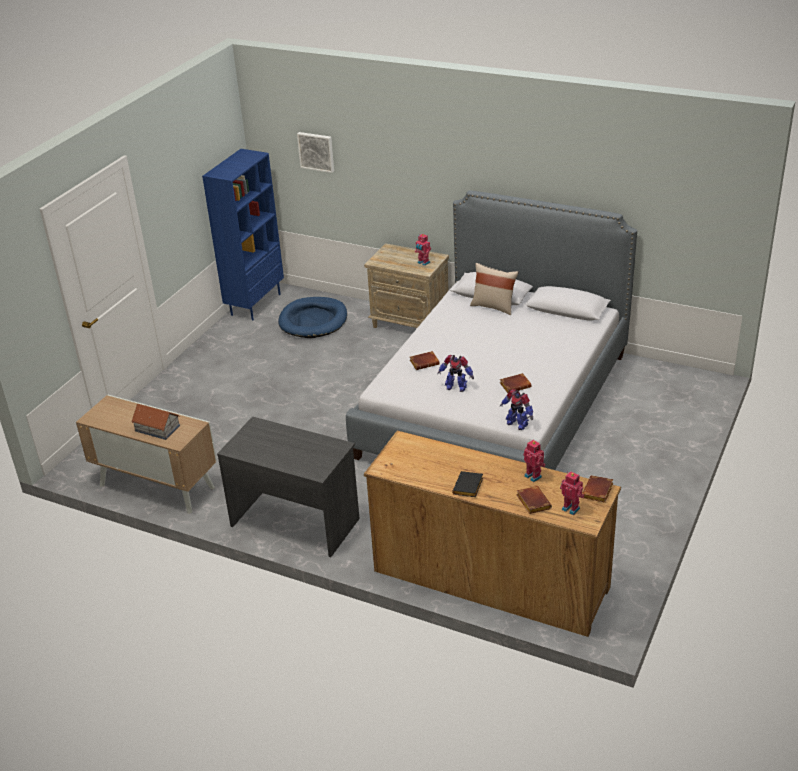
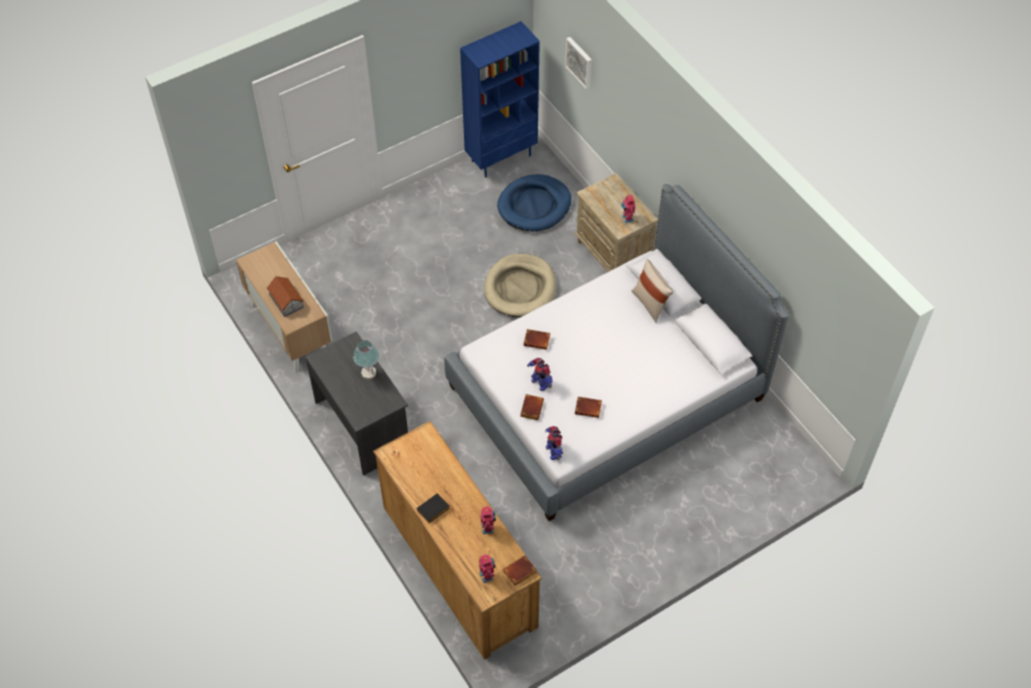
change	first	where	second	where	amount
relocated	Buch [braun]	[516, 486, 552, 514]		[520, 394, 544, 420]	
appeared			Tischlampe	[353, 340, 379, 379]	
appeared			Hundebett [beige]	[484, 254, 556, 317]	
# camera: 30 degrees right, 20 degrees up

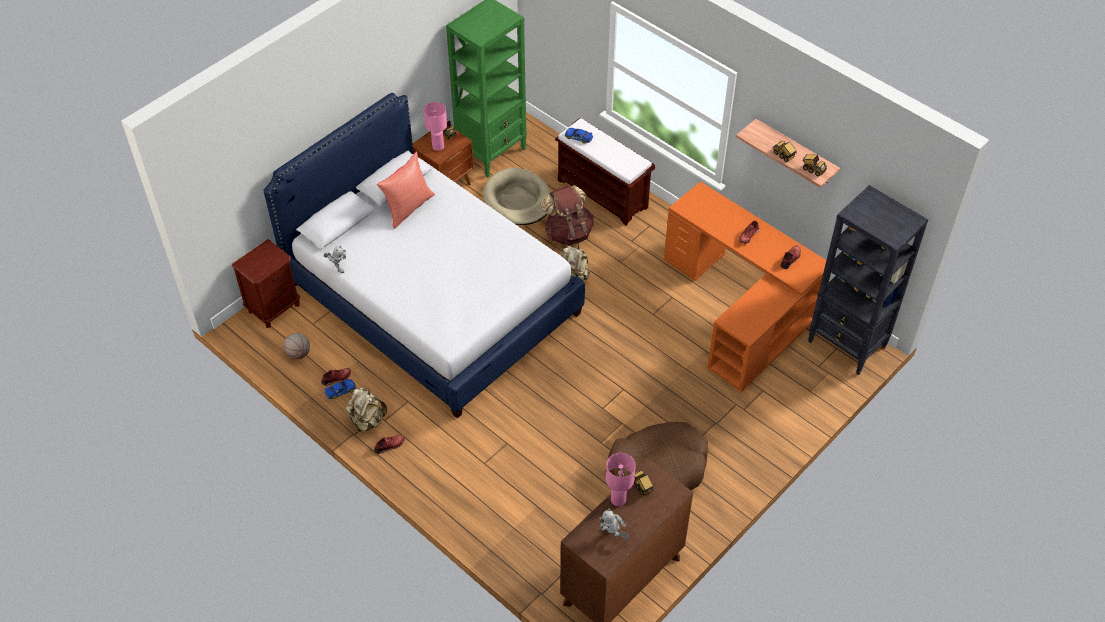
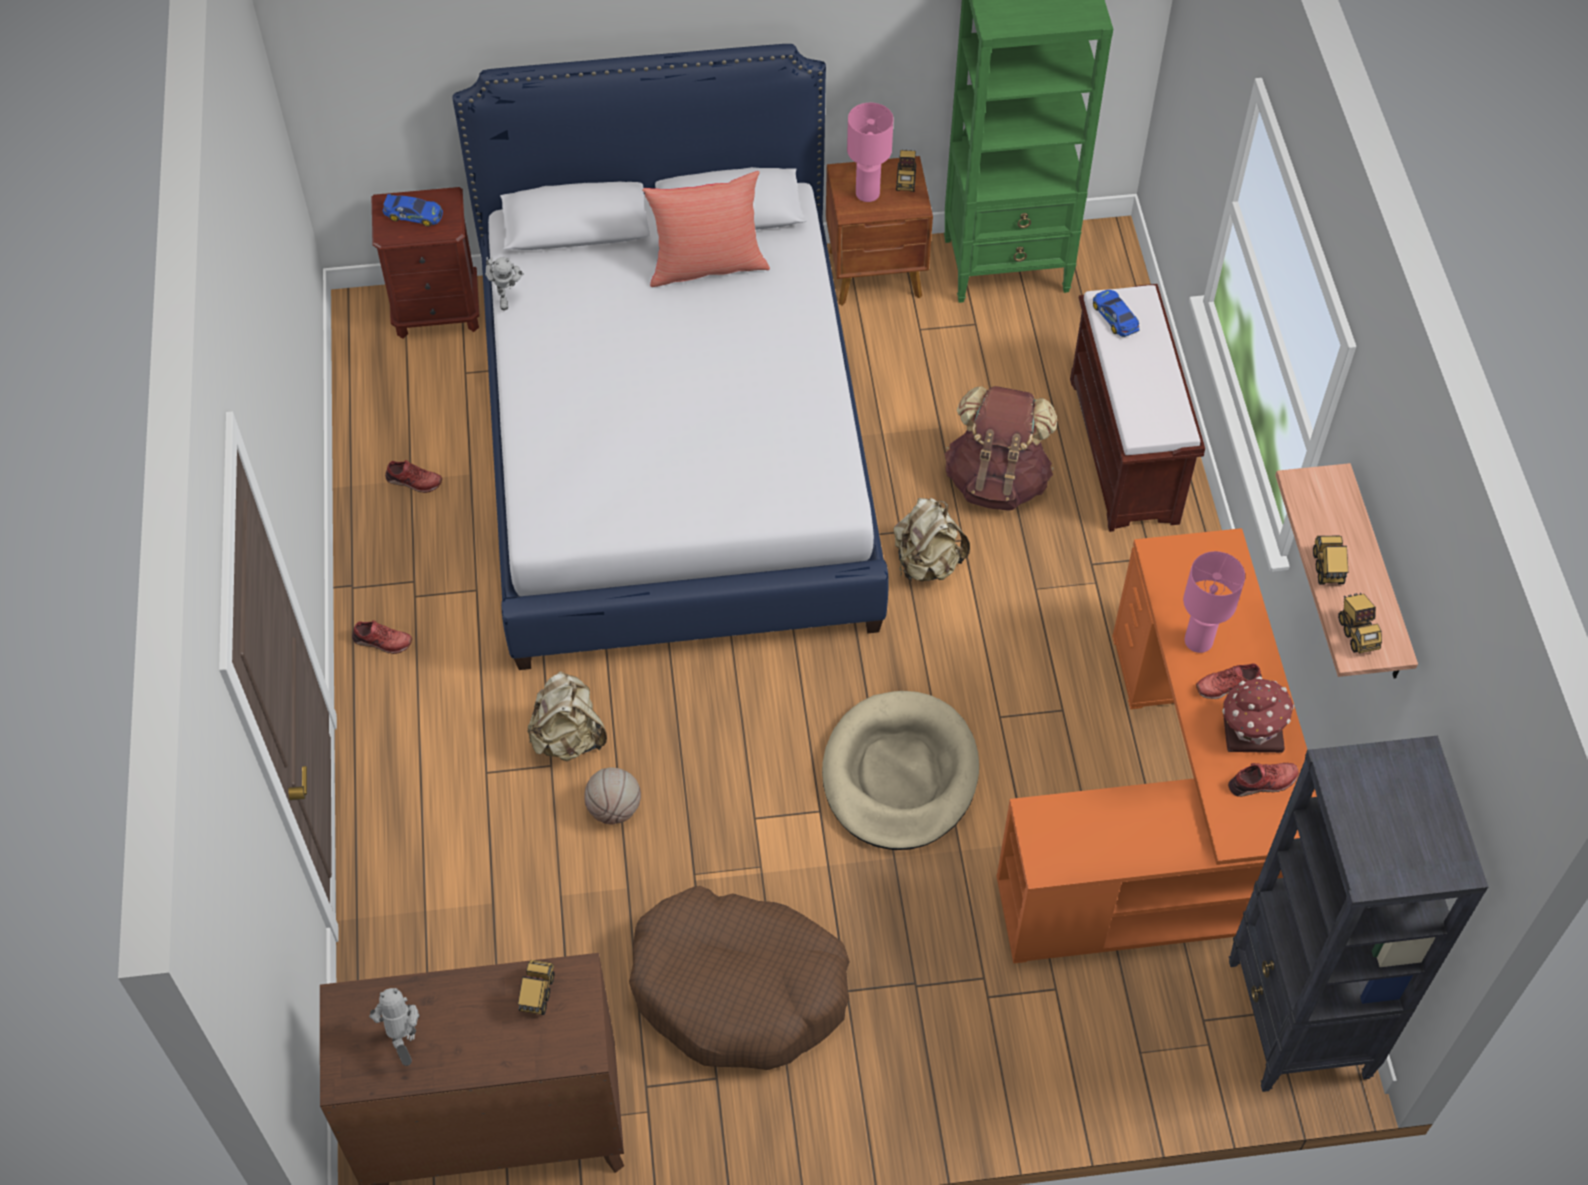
change	first	where	second	where	amount
relocated	Basketball	[283, 333, 310, 360]		[584, 767, 641, 824]	
relocated	Spielzeugauto	[325, 379, 356, 399]		[383, 194, 443, 227]	
relocated	Rucksack [beige]	[345, 388, 387, 432]		[527, 671, 607, 761]	
relocated	Hundebett [beige]	[483, 168, 551, 225]		[822, 691, 979, 850]	
relocated	Tischlampe [rosa]	[606, 453, 636, 506]		[1183, 551, 1245, 653]	
appeared			Spielzeughaus	[1222, 676, 1294, 753]	
# camera: 40 degrees right, 5 degrees up

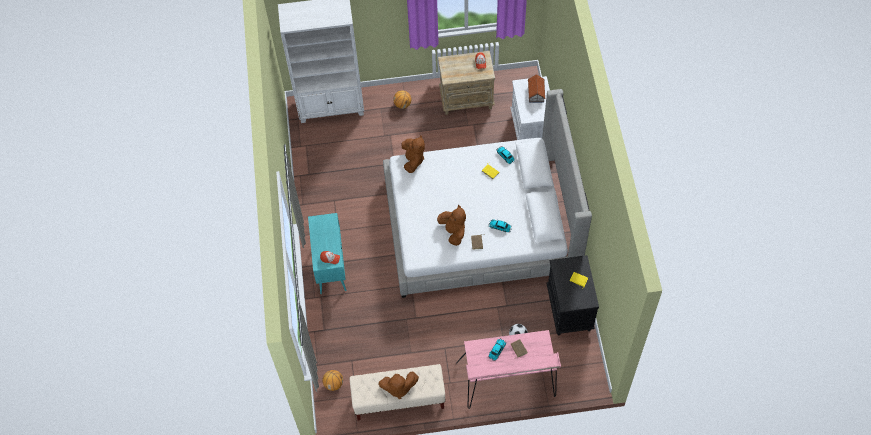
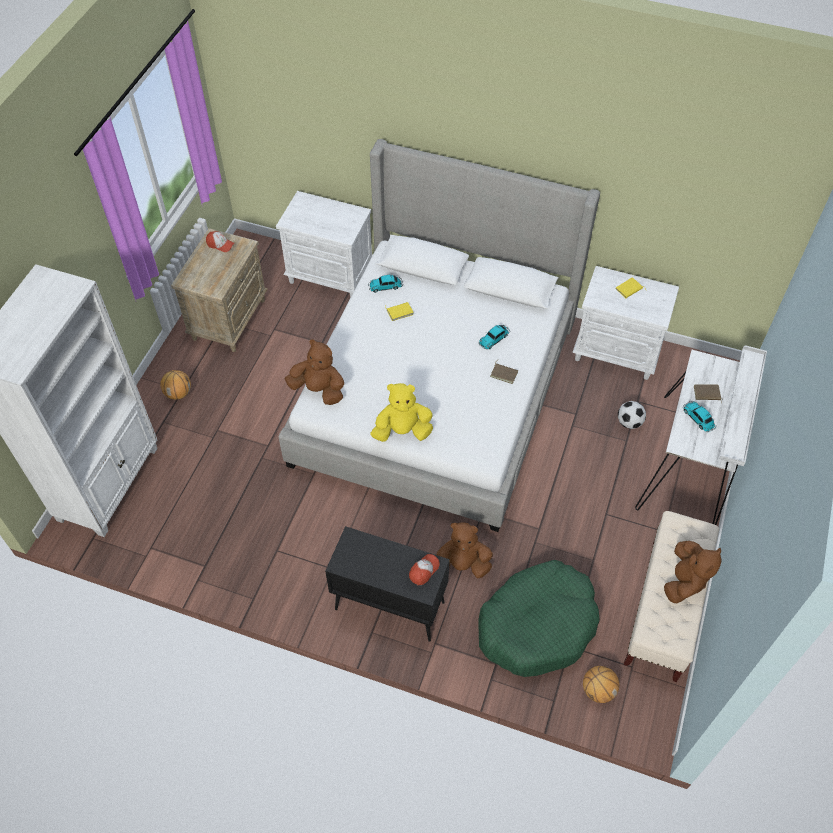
change	first	where	second	where	amount
colour	Schrank [türkis]	[308, 213, 346, 294]	Schrank [schwarz]	[325, 526, 450, 642]	
relocated	Plüschtier [braun]	[437, 205, 466, 246]		[436, 523, 493, 578]	
colour	Schreibtisch [rosa]	[456, 330, 561, 409]	Schreibtisch [weiß]	[635, 345, 767, 525]	
missing	Spielzeughaus	[528, 74, 545, 103]			
colour	Nachttisch [schwarz]	[546, 255, 599, 335]	Nachttisch [weiß]	[572, 266, 679, 380]	
appeared			Plüschtier [gelb]	[370, 383, 433, 442]	
appeared			Hundebett [grün]	[478, 560, 600, 677]	
# camera: 65 degrees left, 5 degrees down

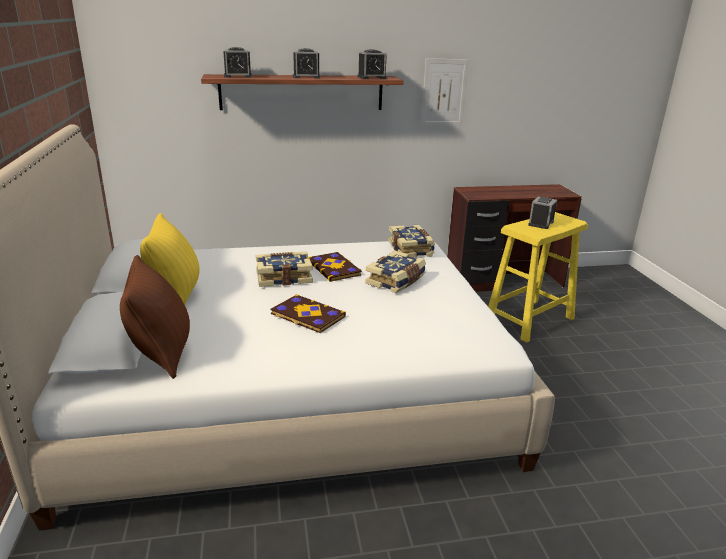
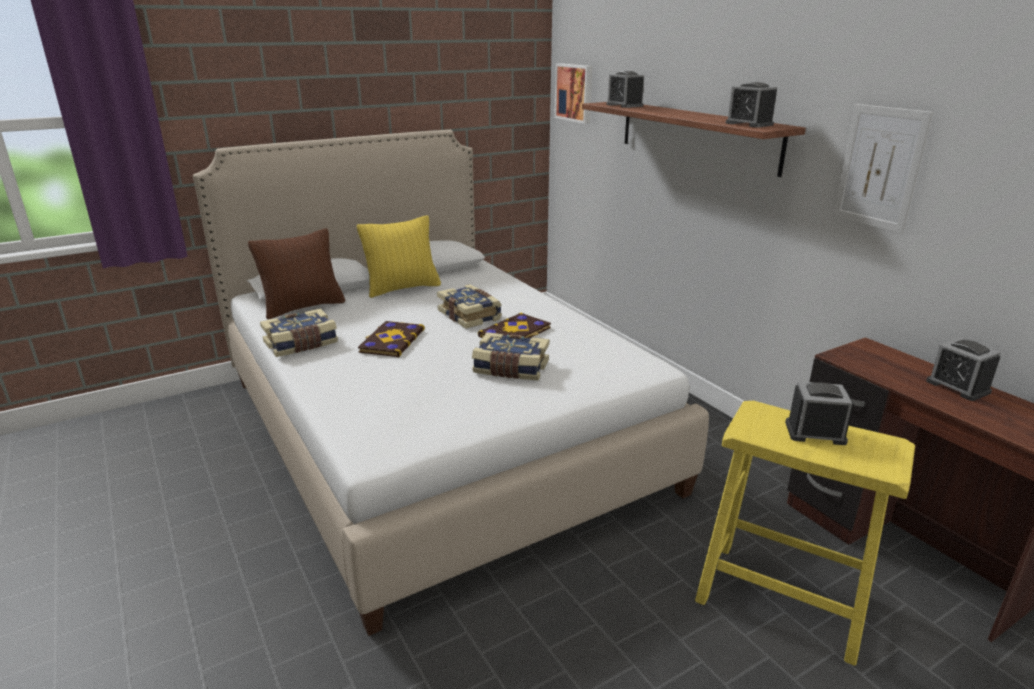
change	first	where	second	where	amount
relocated	Wecker	[293, 48, 321, 78]		[926, 338, 1001, 401]	
relocated	Buch	[388, 225, 435, 258]		[260, 309, 338, 357]	
appeared			Bild	[554, 63, 592, 124]	
# camera: 70 degrees right, 0 degrees up

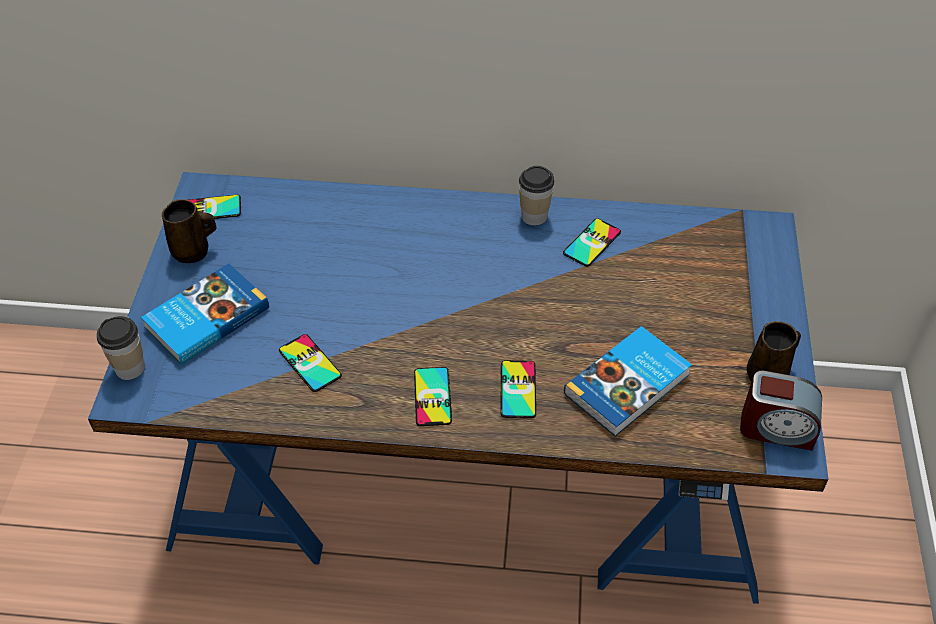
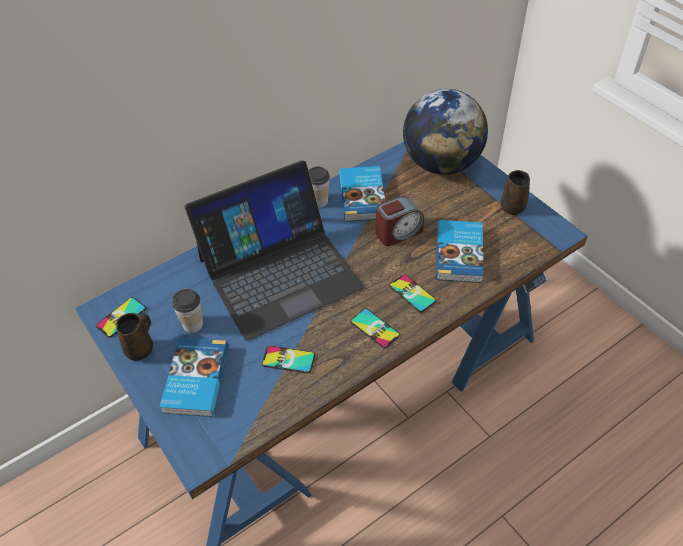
change	first	where	second	where	amount
relocated	Tasse	[97, 316, 145, 380]		[172, 289, 203, 333]	
exchanged	Handy	[563, 218, 621, 267]	Buch	[339, 166, 385, 222]	
relocated	Wecker	[740, 371, 822, 451]		[376, 196, 424, 246]	
appeared			Laptop	[185, 160, 364, 341]	
appeared			Globus	[403, 89, 488, 175]	
# camera: 40 degrees left, 0 degrees up

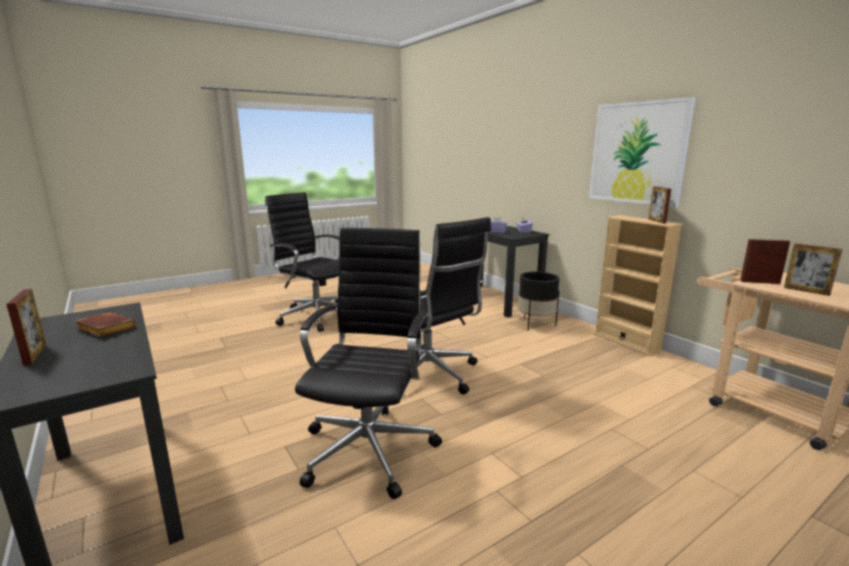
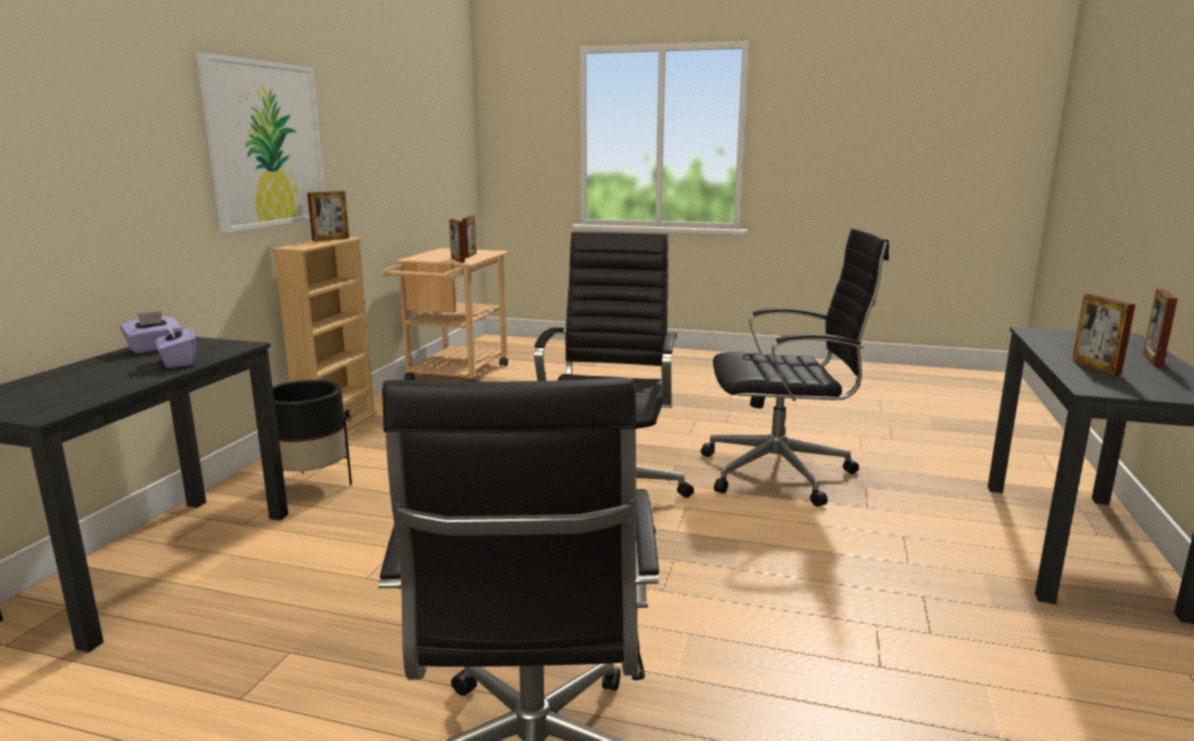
change	first	where	second	where	amount
exchanged	Buch [braun]	[75, 312, 136, 337]	Bilderrahmen	[1072, 293, 1136, 376]	
spun	Bürostuhl [schwarz]	[295, 228, 442, 499]		[701, 228, 889, 507]	150 degrees counterclockwise
# camera: 130 degrees left, 0 degrees up

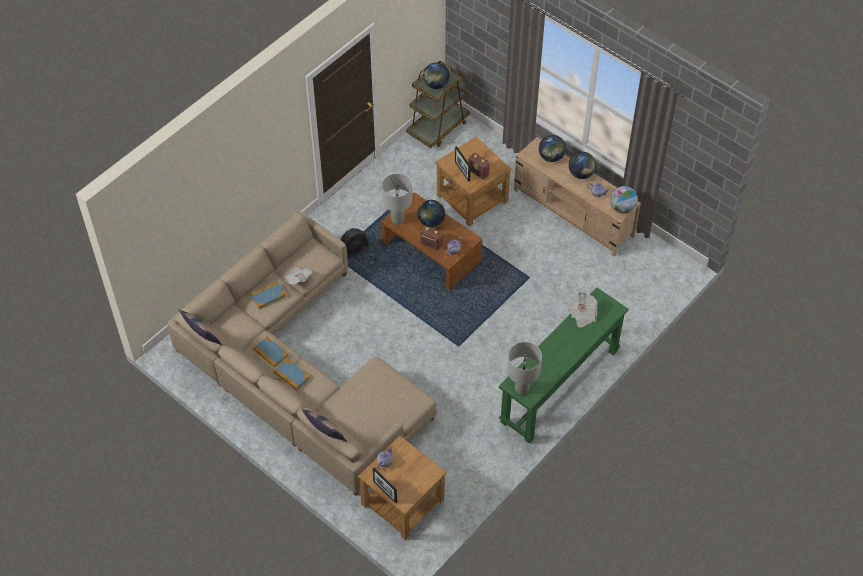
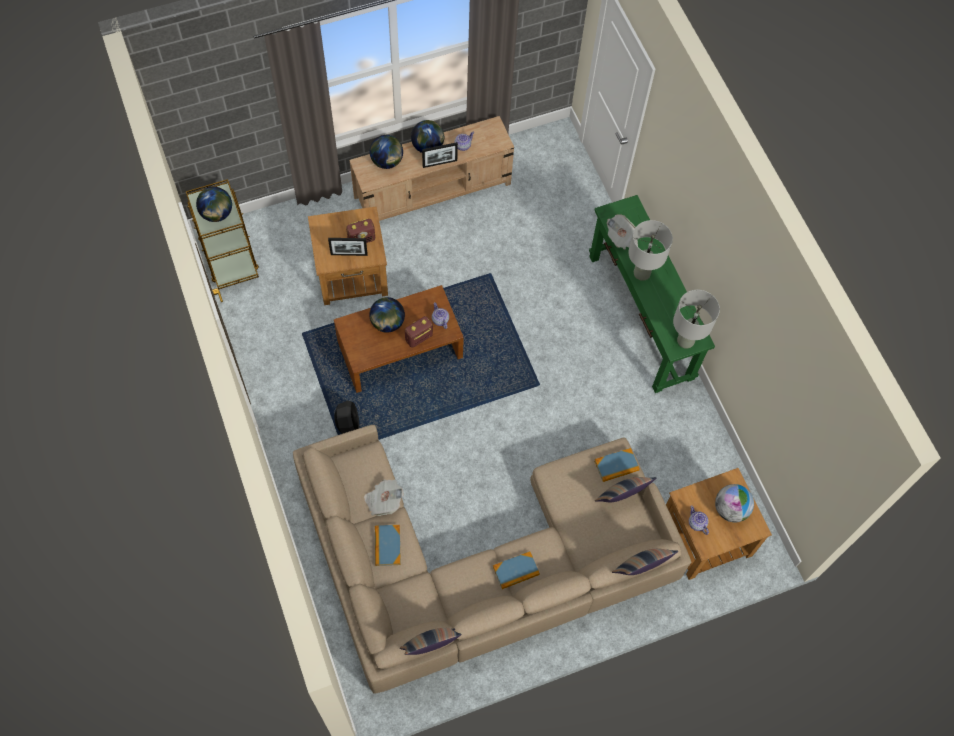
change	first	where	second	where	amount
relocated	Buch	[253, 337, 288, 368]		[594, 448, 640, 482]	
relocated	Bilderrahmen	[373, 468, 397, 503]		[422, 142, 458, 168]	
relocated	Tischlampe [grau]	[382, 174, 412, 224]		[629, 220, 673, 281]	
relocated	Globus	[610, 186, 638, 214]		[715, 484, 754, 522]	
appeared			Kissen	[595, 477, 657, 502]	
# camera: 65 degrees left, 10 degrees up

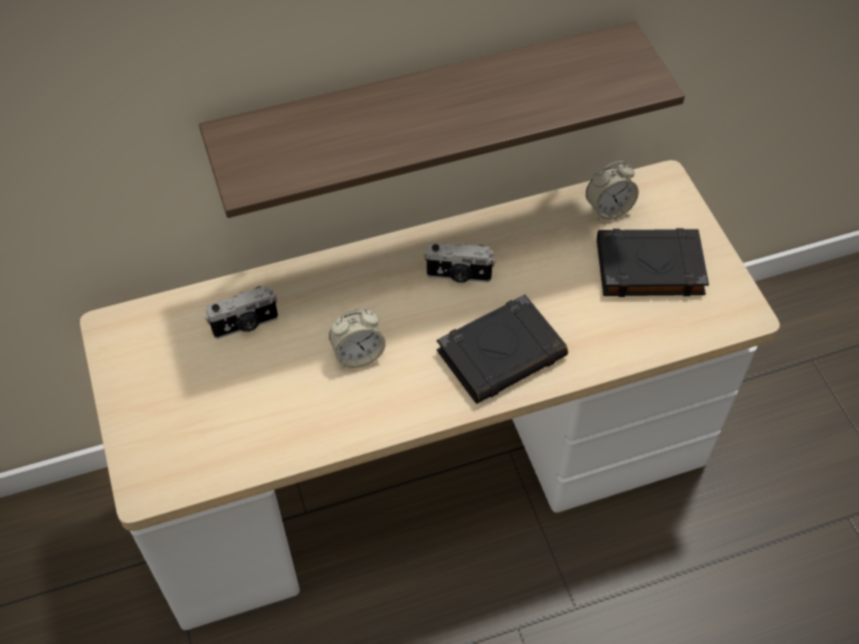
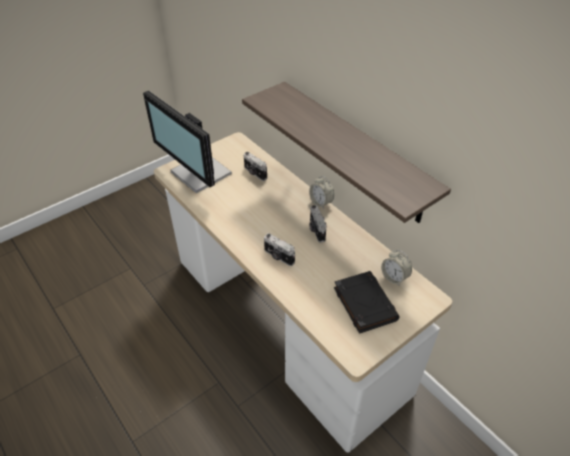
change	first	where	second	where	amount
relocated	Wecker	[329, 308, 386, 368]		[309, 176, 334, 209]	
exchanged	Buch [schwarz]	[437, 295, 568, 404]	Kamera	[264, 233, 295, 266]	
appeared			Monitor	[143, 91, 232, 194]	
# camera: 70 degrees right, 10 degrees down

